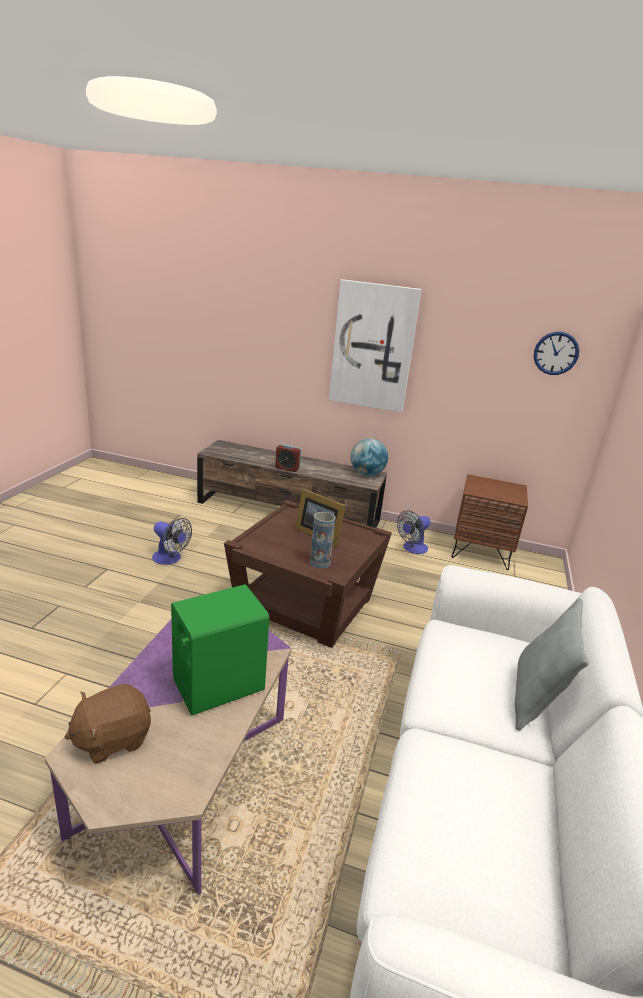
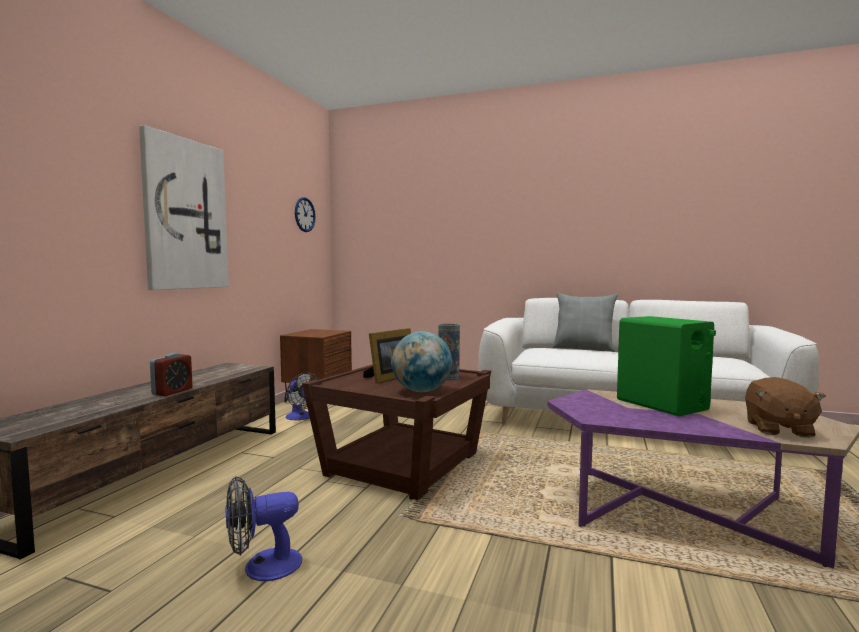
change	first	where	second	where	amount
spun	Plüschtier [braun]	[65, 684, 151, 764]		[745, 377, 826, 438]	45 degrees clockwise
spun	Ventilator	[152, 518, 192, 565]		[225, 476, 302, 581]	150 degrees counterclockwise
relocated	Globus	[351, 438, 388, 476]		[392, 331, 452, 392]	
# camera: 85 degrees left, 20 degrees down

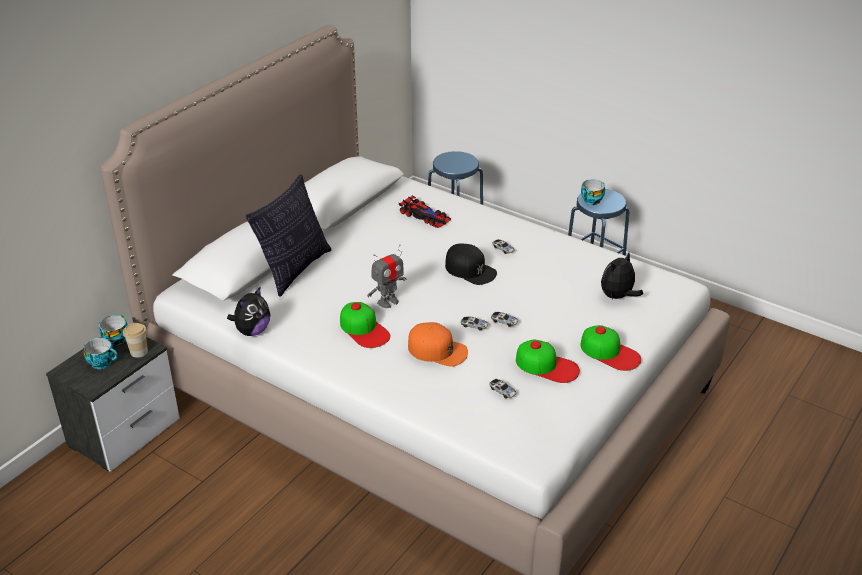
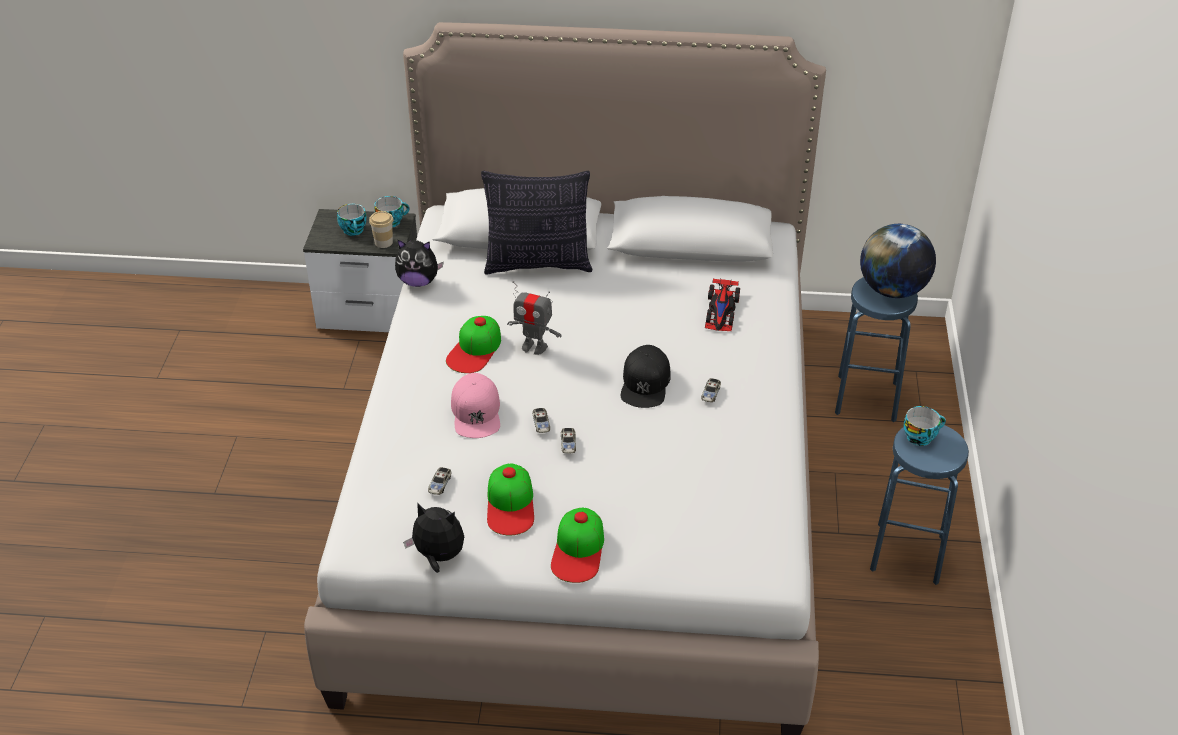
change	first	where	second	where	amount
colour	Kappe [orange]	[408, 322, 468, 367]	Kappe [rosa]	[451, 373, 500, 438]	
relocated	Plüschtier	[601, 253, 643, 300]		[403, 502, 464, 573]	
appeared			Globus	[860, 224, 936, 298]	
# camera: 60 degrees right, 5 degrees up

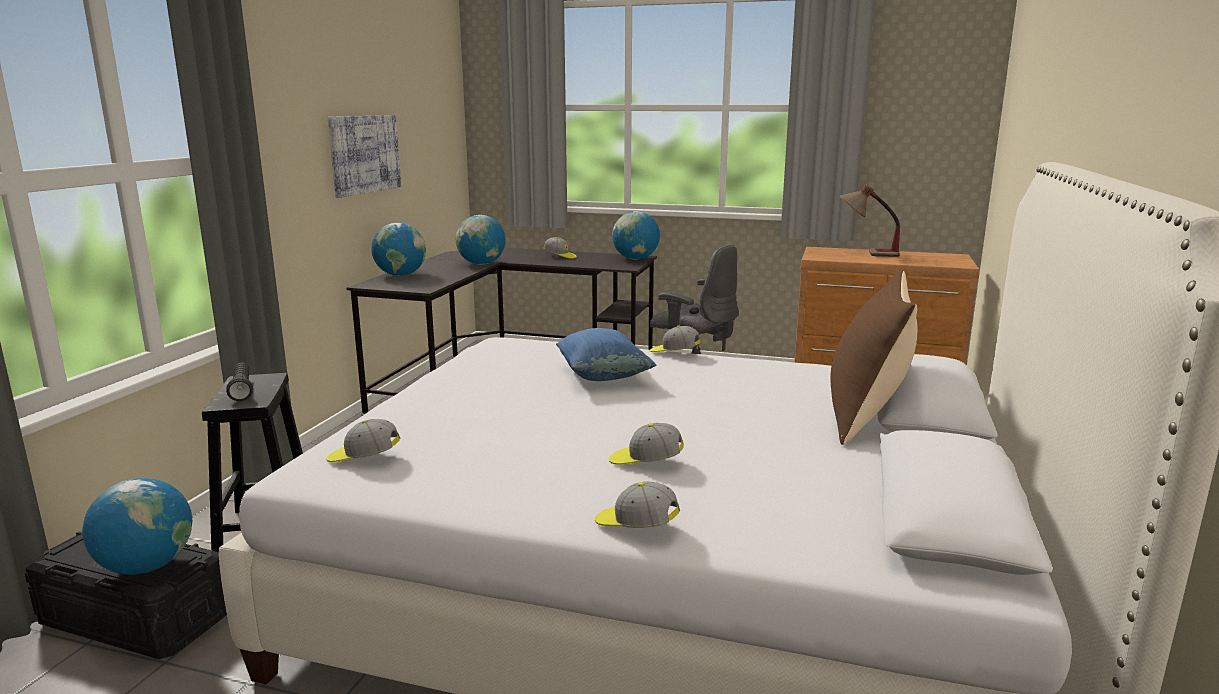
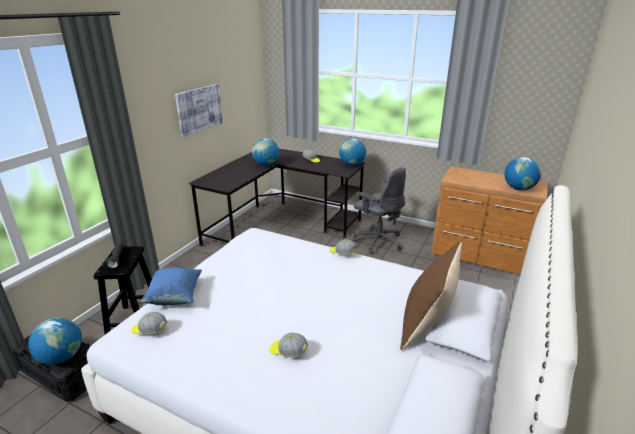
change	first	where	second	where	amount
relocated	Globus	[371, 223, 426, 276]		[504, 157, 541, 190]	
relocated	Kissen [blau]	[556, 328, 656, 381]		[141, 268, 202, 305]	
missing	Kappe	[595, 481, 680, 528]			
missing	Tischlampe	[840, 184, 900, 257]			
# camera: 10 degrees right, 10 degrees up

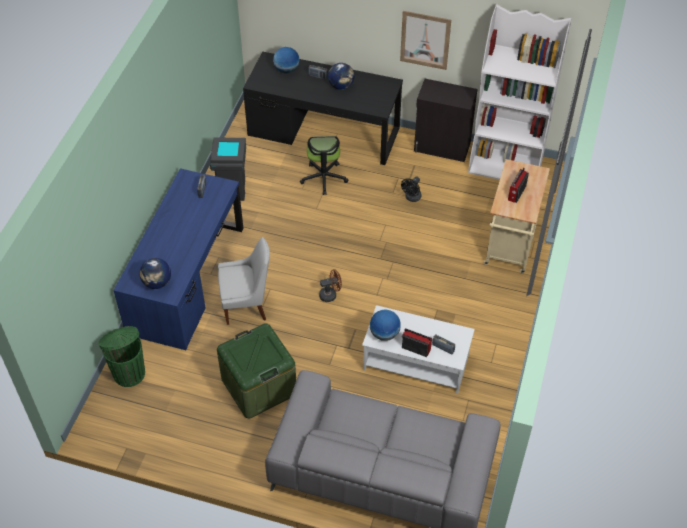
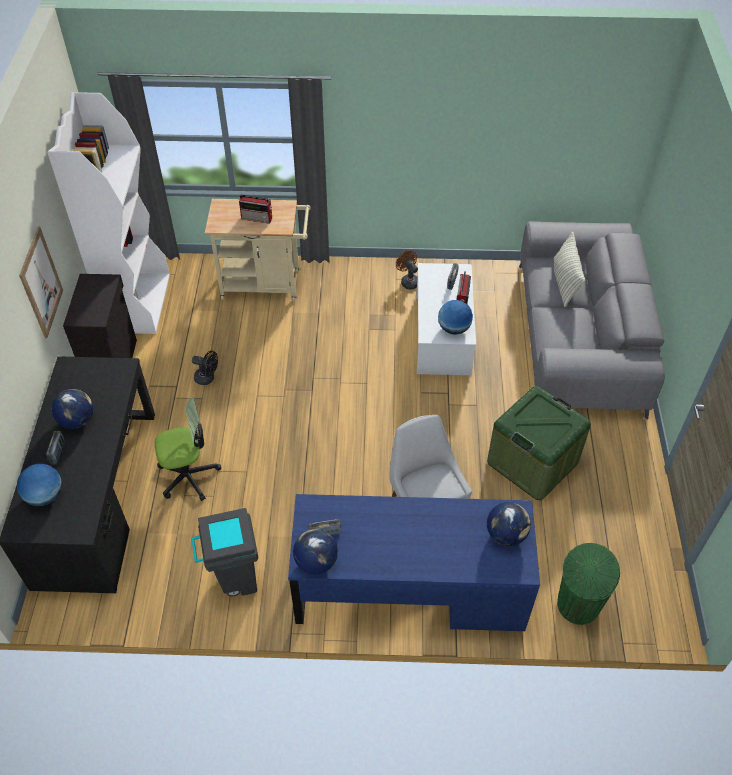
change	first	where	second	where	amount
relocated	Ventilator [braun]	[319, 269, 342, 302]		[396, 250, 418, 290]	
appeared			Globus	[293, 529, 338, 575]	
appeared			Kissen	[554, 232, 585, 307]	
# camera: 105 degrees left, 0 degrees up

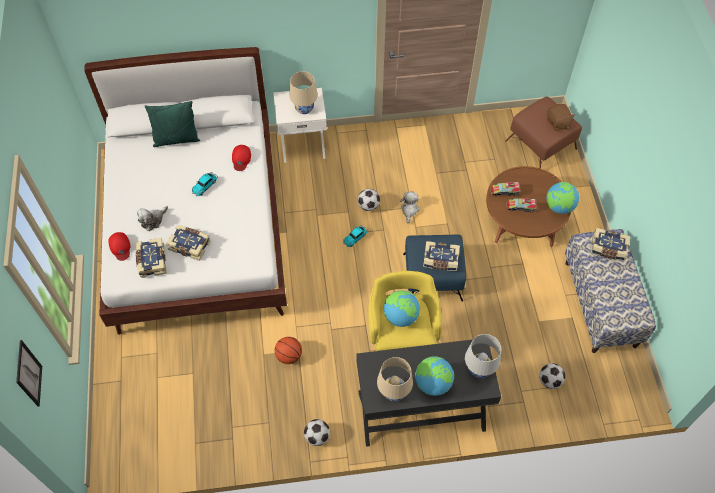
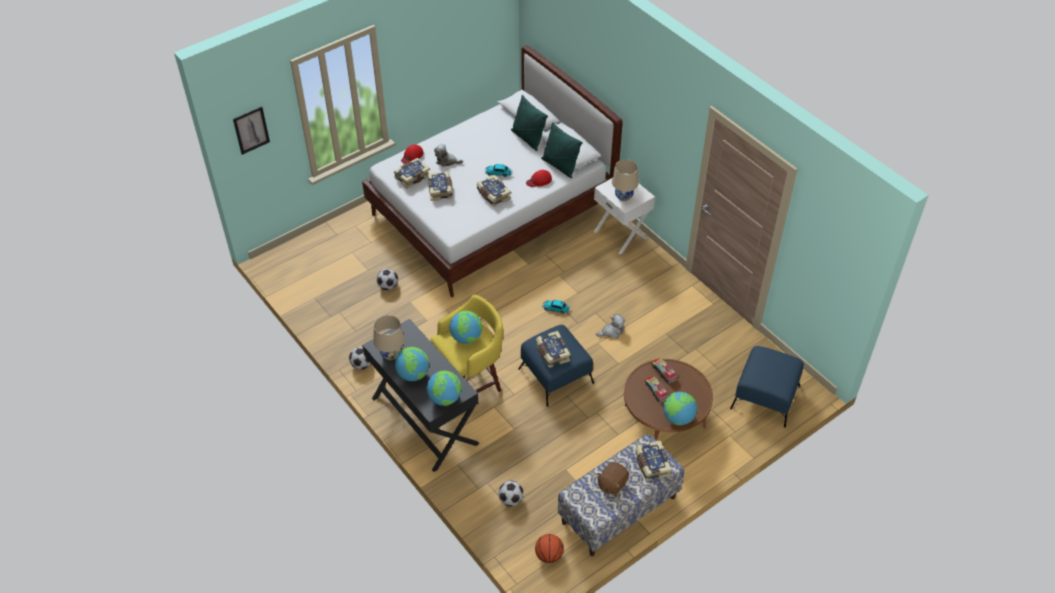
change	first	where	second	where	amount
relocated	Basketball	[275, 337, 302, 364]		[535, 534, 564, 563]	
relocated	Fußball	[358, 189, 380, 211]		[376, 269, 398, 290]	
exchanged	Tischlampe [weiß]	[465, 334, 501, 378]	Globus	[427, 371, 462, 406]	
colour	Polsterhocker [braun]	[505, 97, 582, 169]	Polsterhocker [blau]	[730, 346, 804, 428]	
relocated	Plüschtier [braun]	[547, 104, 576, 131]		[597, 462, 629, 496]	
appeared			Buch	[476, 175, 511, 207]	
appeared			Kissen [grün]	[541, 122, 583, 178]	
# camera: 60 degrees right, 10 degrees down

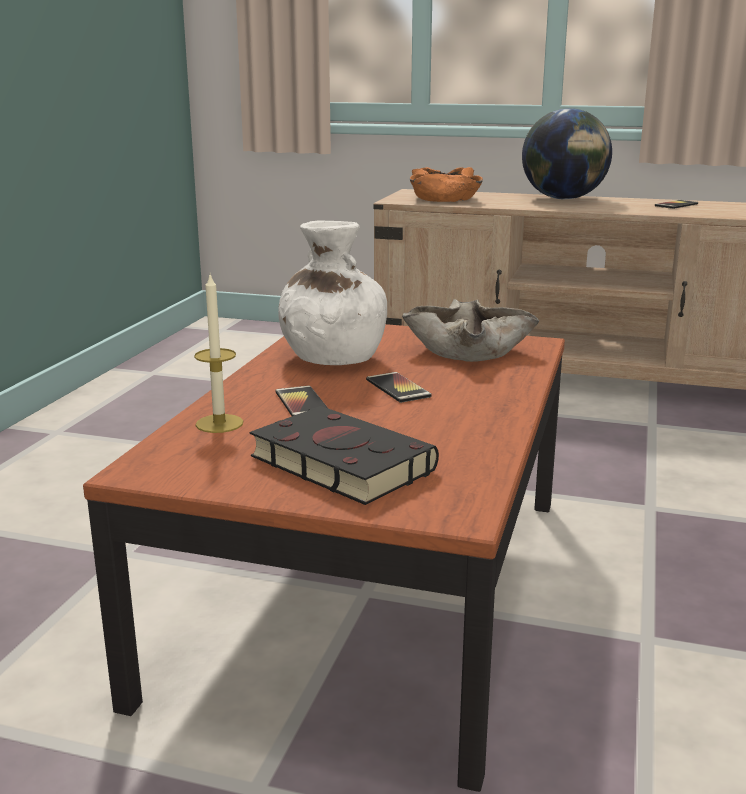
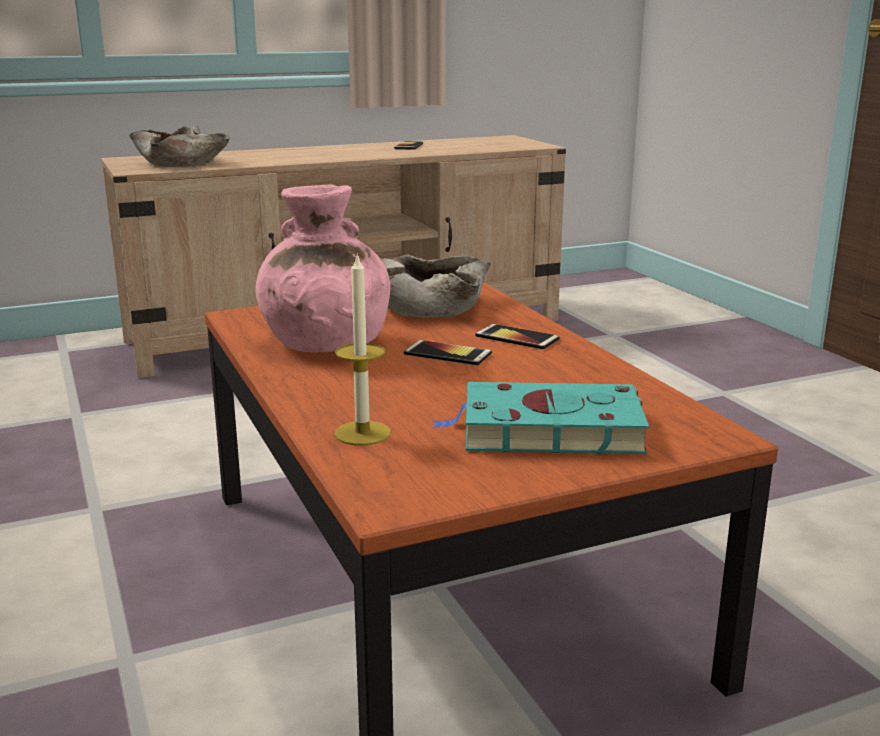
change	first	where	second	where	amount
colour	Buch [schwarz]	[250, 406, 439, 505]	Buch [türkis]	[432, 382, 649, 454]	
relocated	Handy	[276, 385, 328, 416]		[475, 324, 559, 350]	
colour	Vase [weiß]	[278, 220, 387, 365]	Vase [rosa]	[255, 184, 391, 352]	
colour	Schüssel [orange]	[410, 167, 483, 202]	Schüssel [beige]	[129, 125, 230, 167]	
missing	Globus	[522, 108, 612, 199]			
# camera: 40 degrees left, 0 degrees up

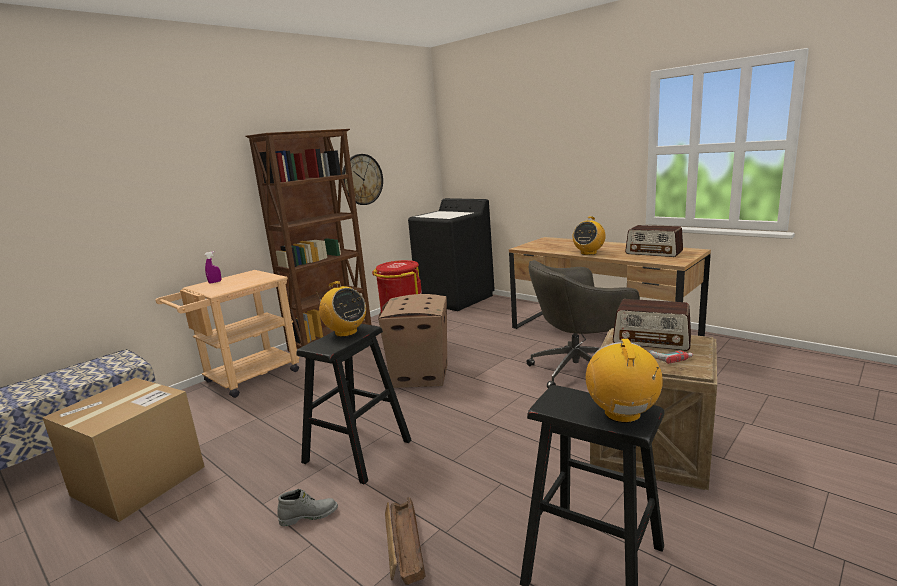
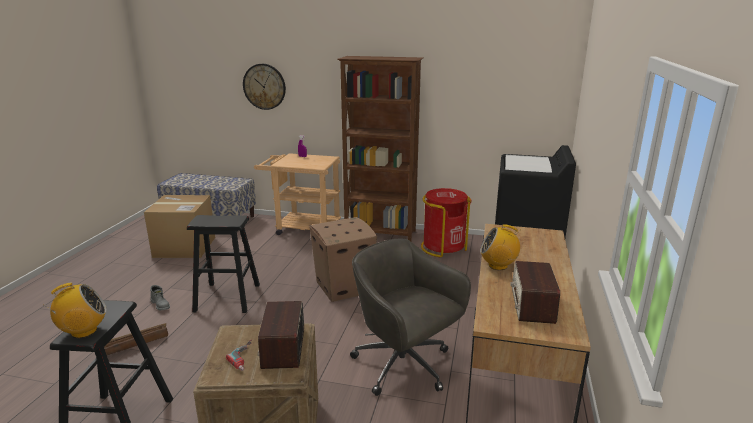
change	first	where	second	where	amount
missing	Radio	[316, 281, 366, 337]			
relocated	Wanduhr	[342, 154, 383, 205]		[243, 64, 286, 110]	
# camera: 60 degrees right, 5 degrees up

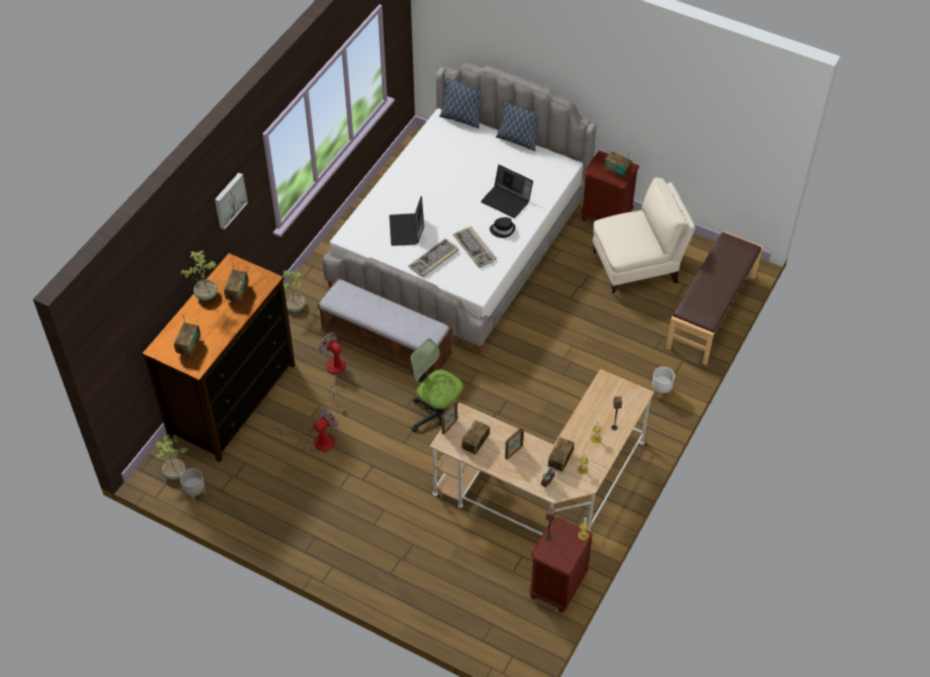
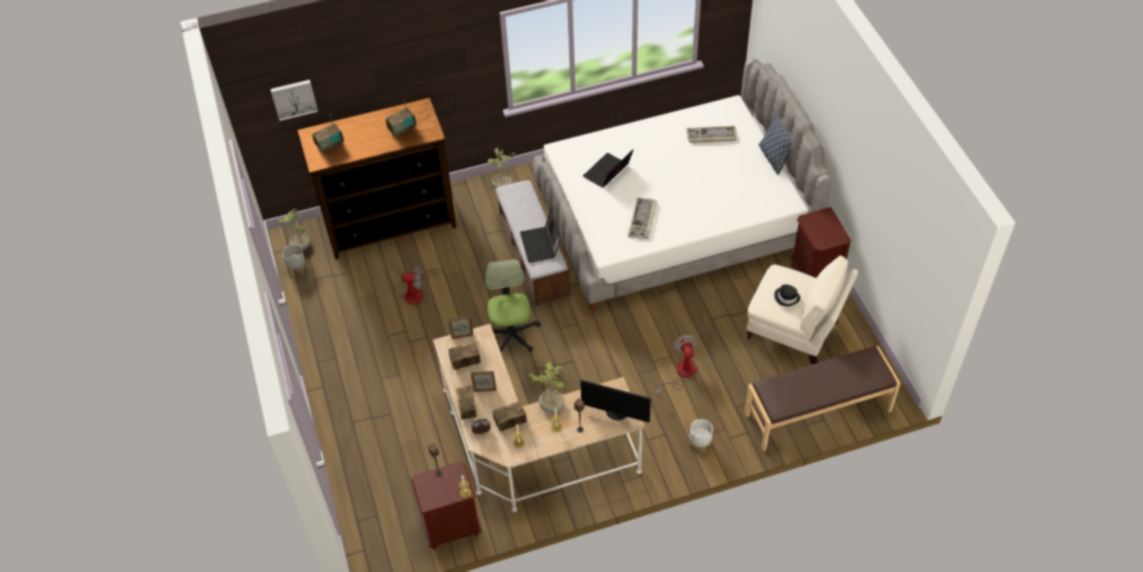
change	first	where	second	where	amount
relocated	Topfpflanze	[181, 251, 218, 300]		[528, 362, 564, 412]	
relocated	Bild	[215, 173, 248, 230]		[270, 80, 318, 121]	
relocated	Ventilator	[319, 332, 348, 400]		[656, 335, 698, 395]	
relocated	Tastatur	[408, 238, 459, 277]		[686, 126, 737, 143]	
missing	Kissen	[439, 76, 481, 129]			
relocated	Laptop	[481, 165, 533, 218]		[520, 209, 561, 263]	
relocated	Hut [schwarz]	[490, 217, 515, 238]		[774, 284, 800, 306]	
relocated	Radio	[604, 150, 633, 179]		[456, 386, 477, 420]	
appeared			Monitor	[580, 379, 651, 422]	
# camera: 45 degrees right, 0 degrees up

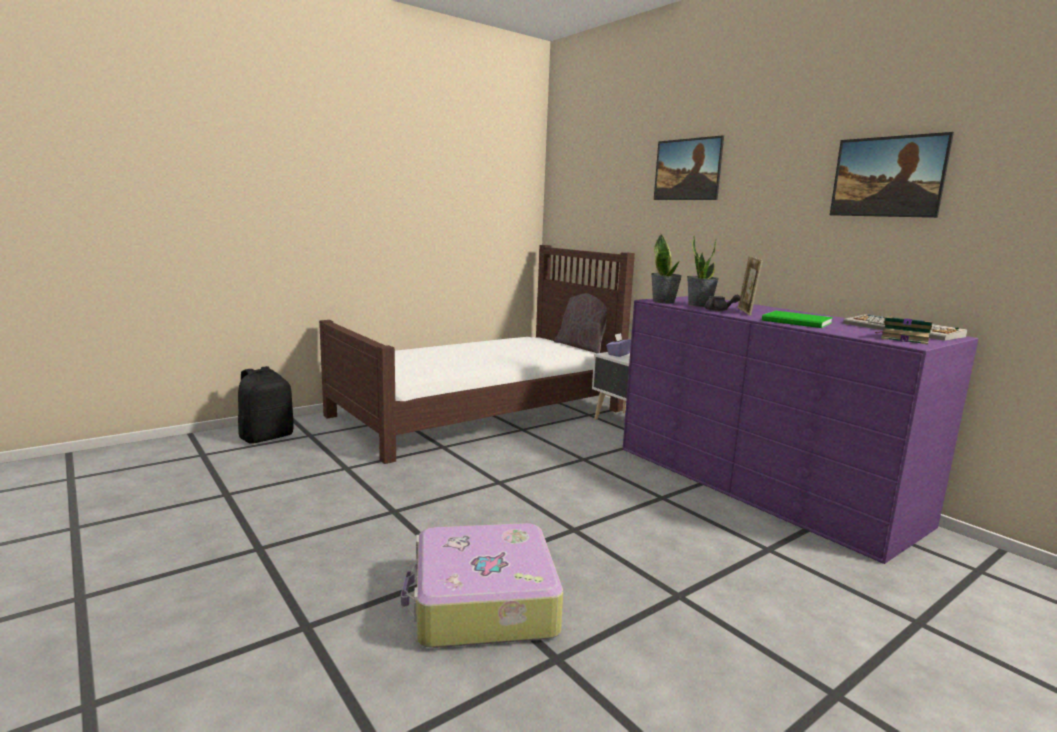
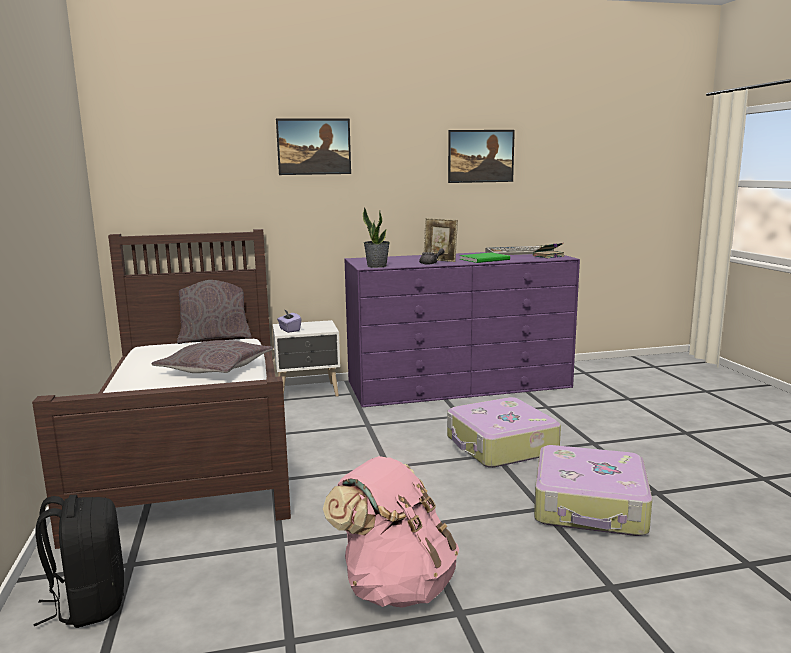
change	first	where	second	where	amount
missing	Topfpflanze	[687, 236, 719, 307]			
appeared			Kissen [grau]	[151, 340, 273, 373]	
appeared			Rucksack [rosa]	[323, 456, 459, 608]	
appeared			Koffer	[447, 397, 561, 468]	
# camera: 65 degrees left, 0 degrees up

